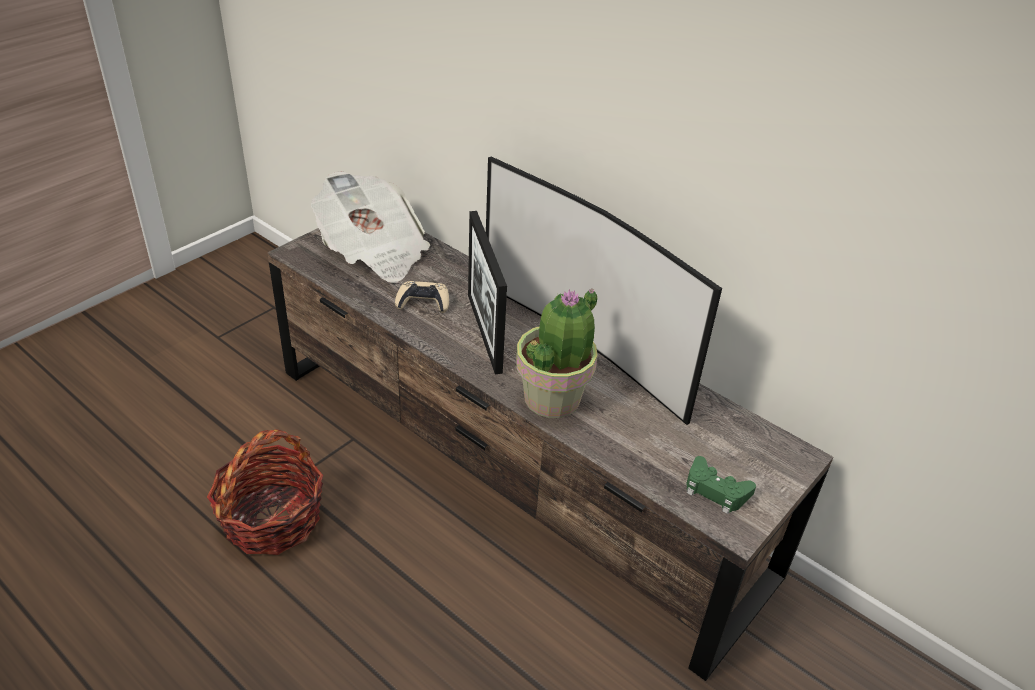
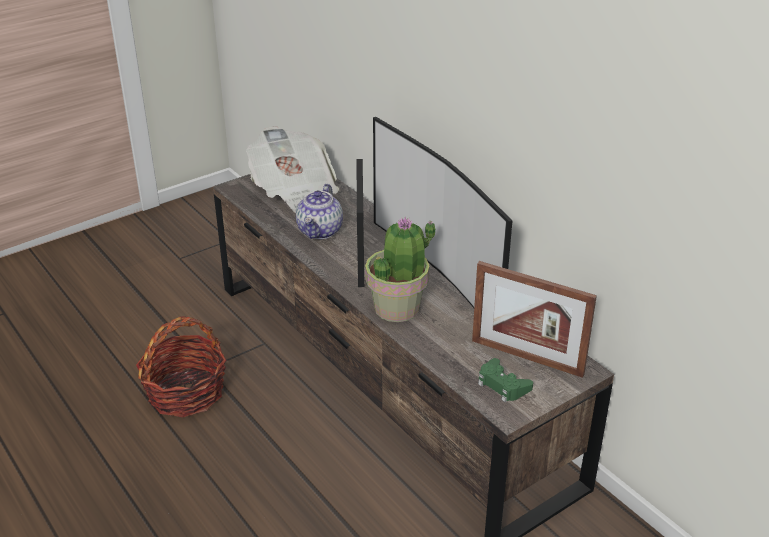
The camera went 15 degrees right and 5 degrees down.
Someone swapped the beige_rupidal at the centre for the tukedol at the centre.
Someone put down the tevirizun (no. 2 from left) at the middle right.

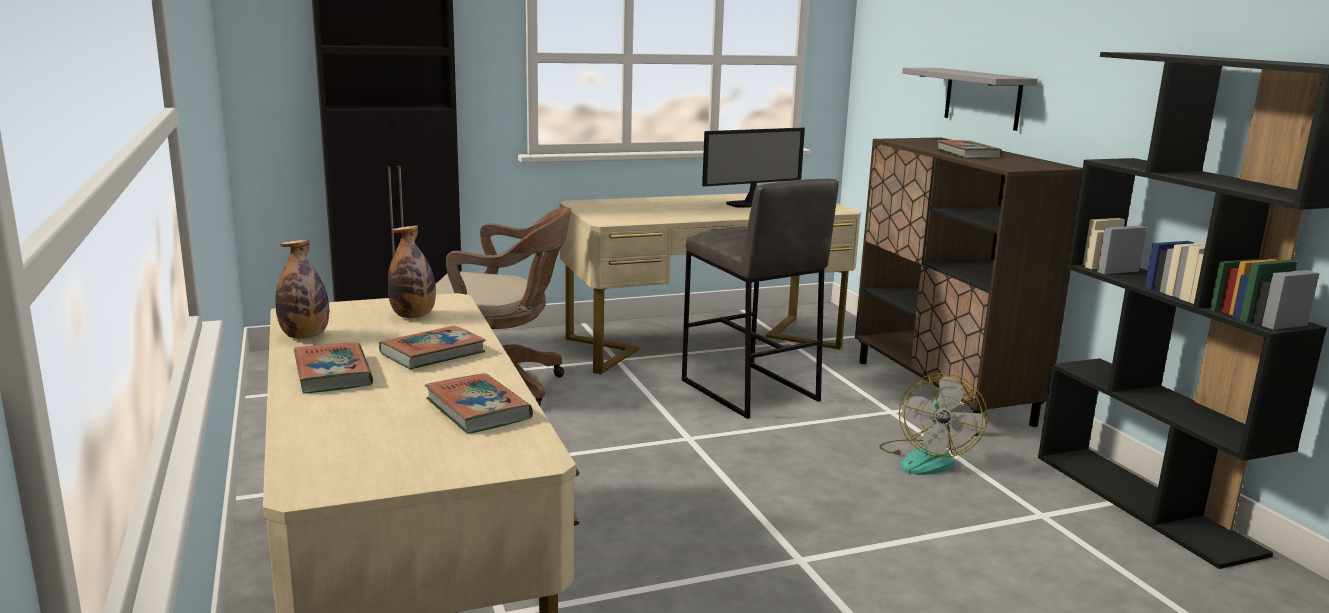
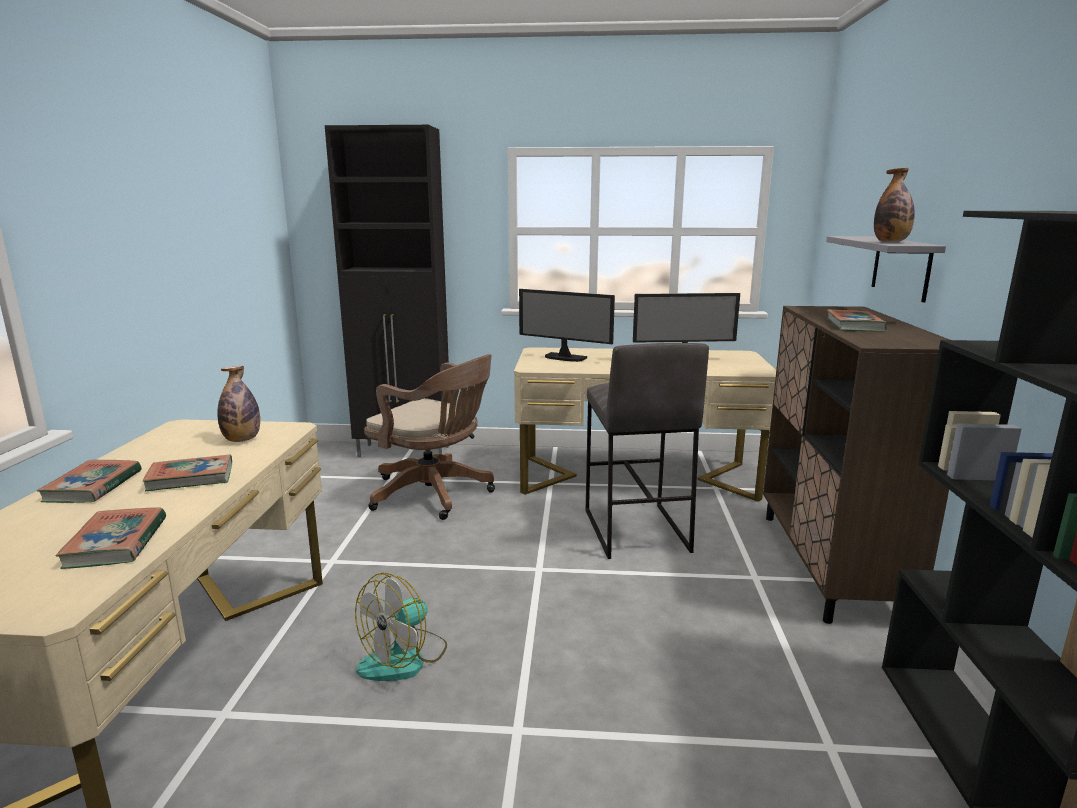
The camera went 25 degrees right and 0 degrees up.
Someone carried the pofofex (no. 1 from left in the first image) from the middle left to the top right.
Someone carried the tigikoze from the bottom right to the bottom centre.
Someone put down the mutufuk (no. 1 from left) at the centre.

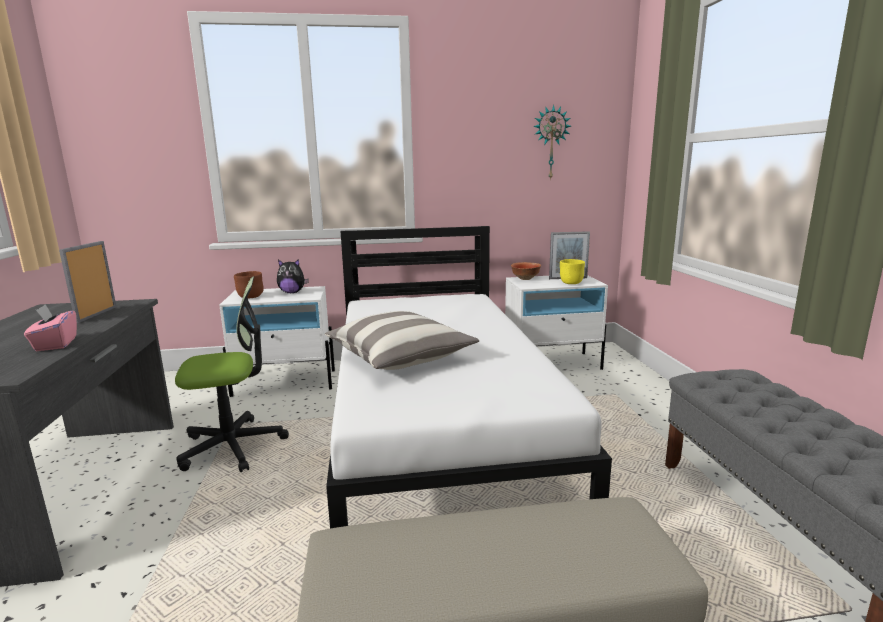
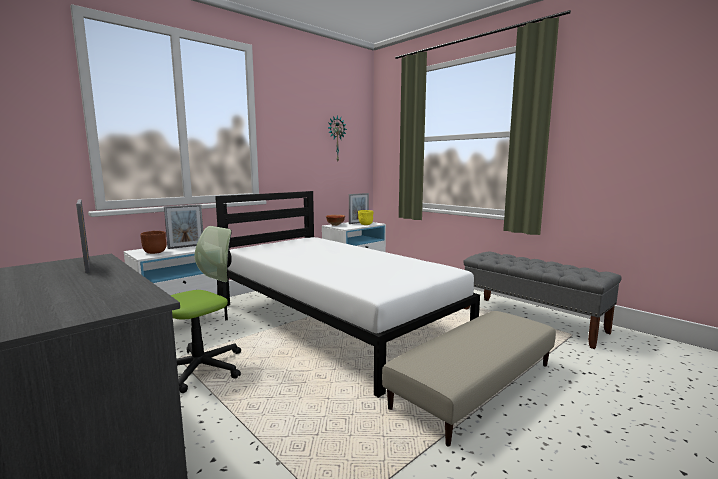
The camera went 35 degrees left and 5 degrees down.
Someone took away the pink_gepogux at the middle left.
Someone swapped the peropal at the middle left for the tevirizun (no. 2 from left) at the middle left.
Someone took away the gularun at the centre.

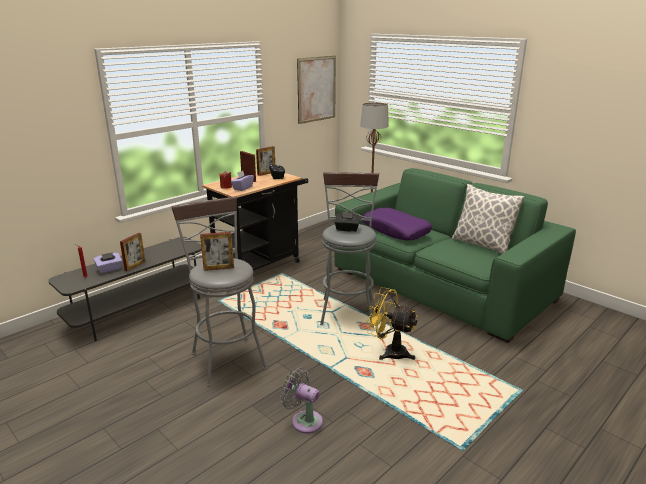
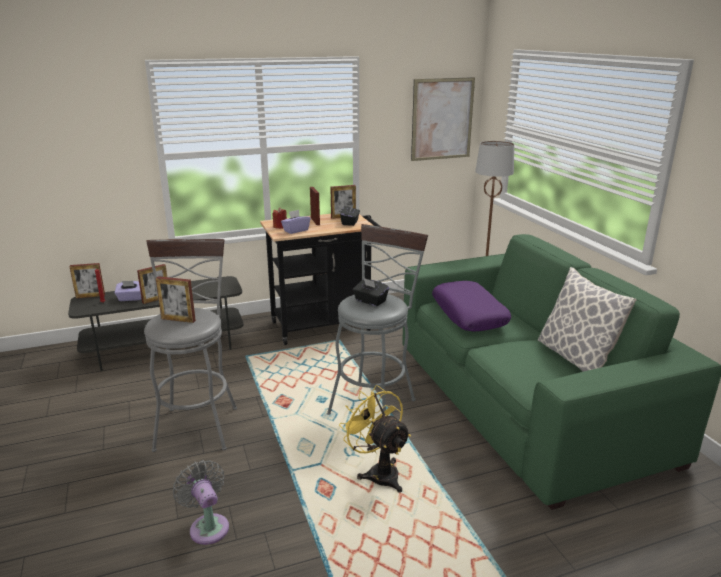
The camera went 25 degrees right and 0 degrees up.
Someone put down the tevirizun (no. 1 from left) at the middle left.

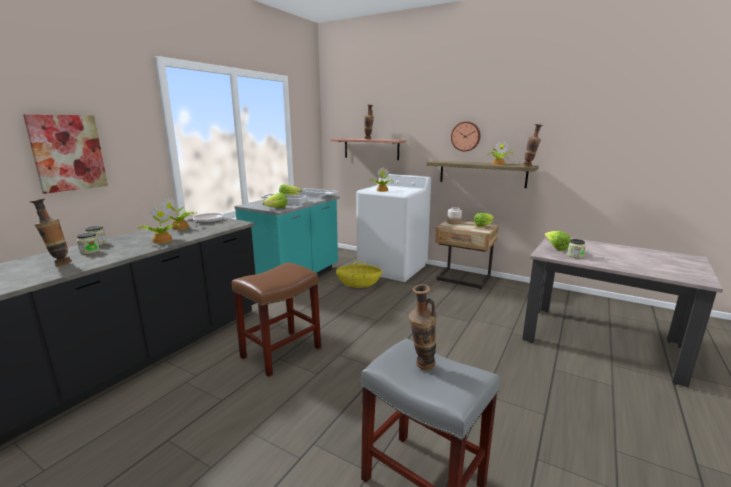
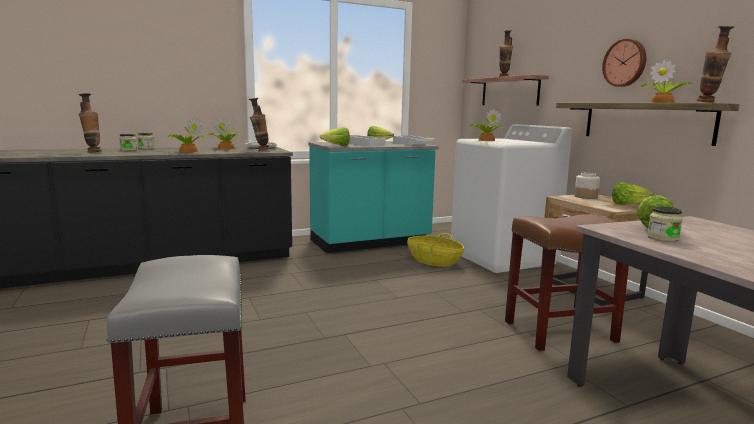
The camera went 35 degrees right and 5 degrees down.
Someone took away the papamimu at the top left.
Someone carried the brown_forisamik from the centre to the middle right.
Someone carried the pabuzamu (no. 3 from left in the first image) from the bottom centre to the top centre.

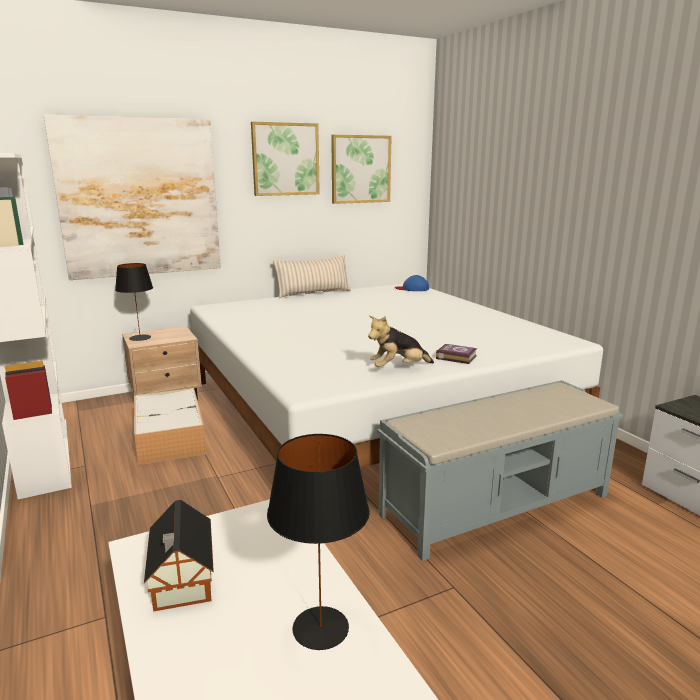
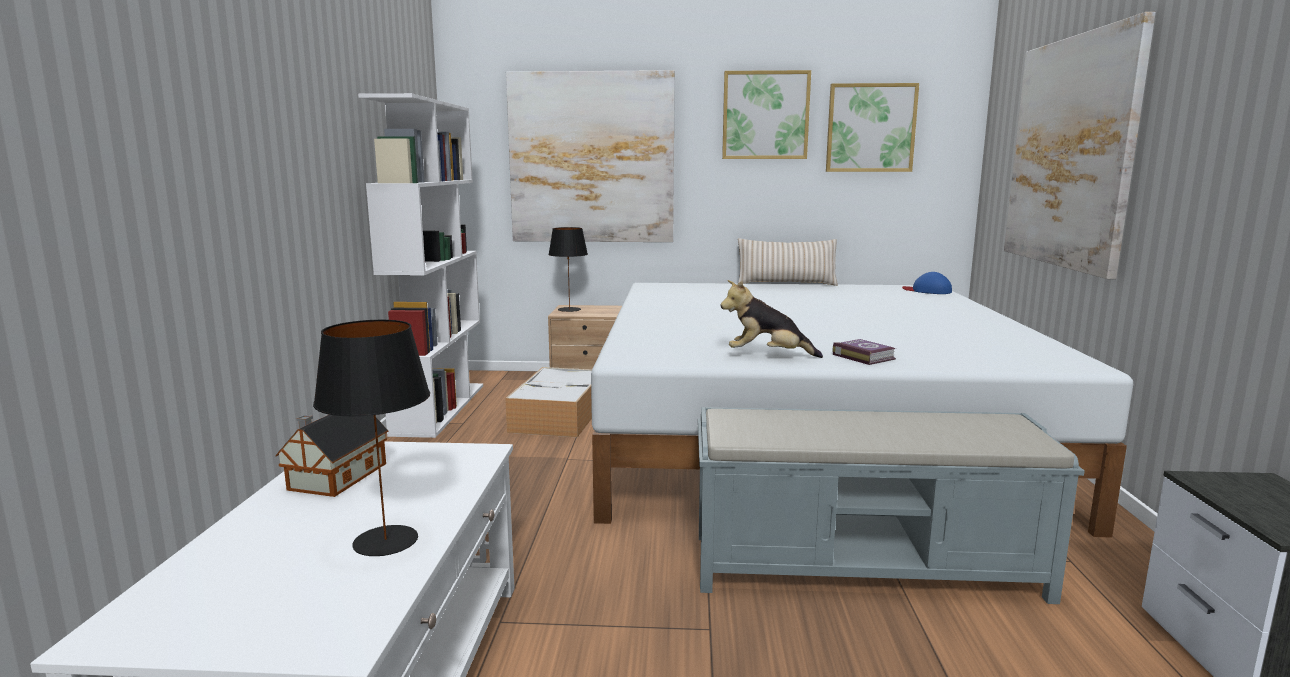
The camera went 30 degrees right and 5 degrees down.
Someone put up the papamimu (no. 4 from left) at the top right.

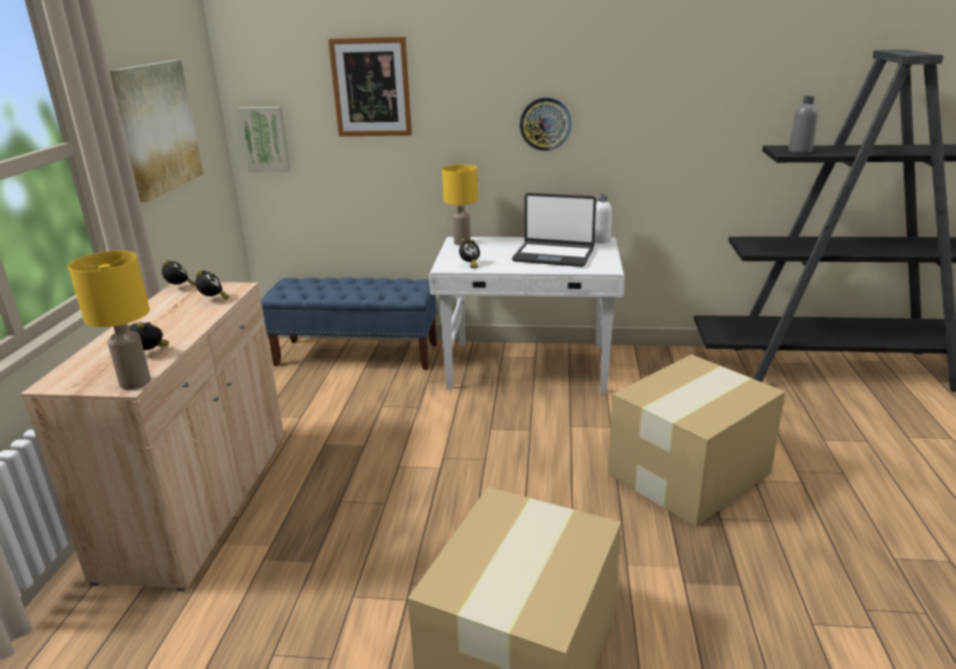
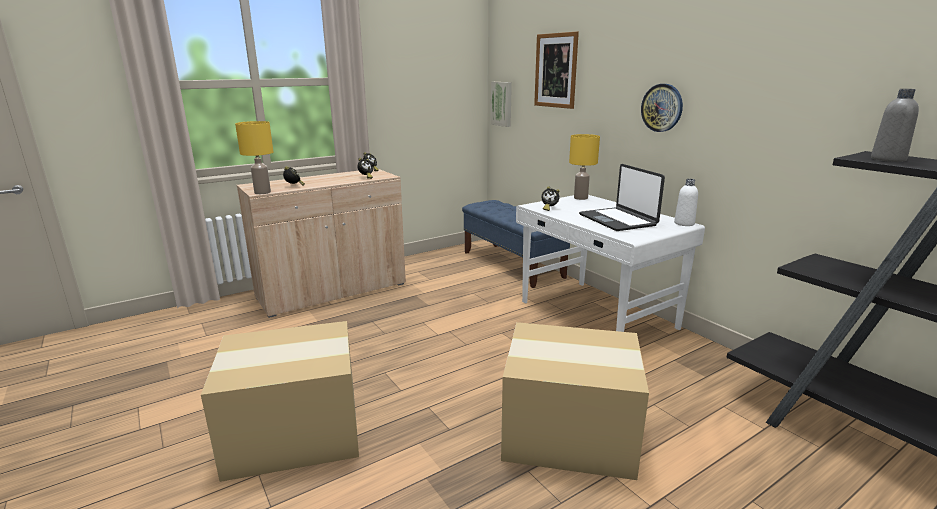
The camera went 50 degrees right and 5 degrees down.
Someone took away the papamimu (no. 1 from left) at the top left.

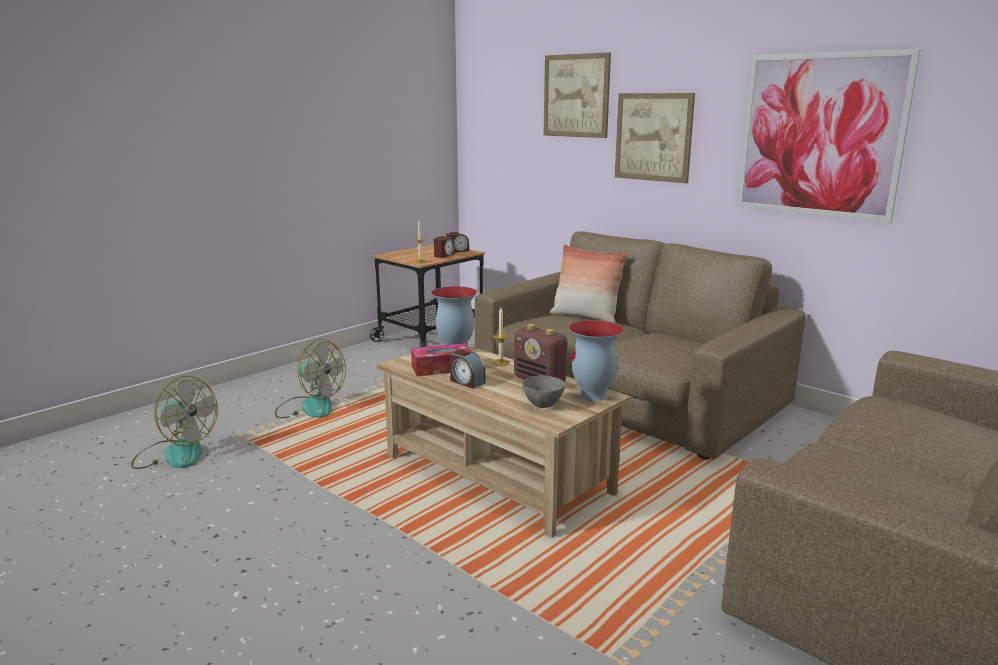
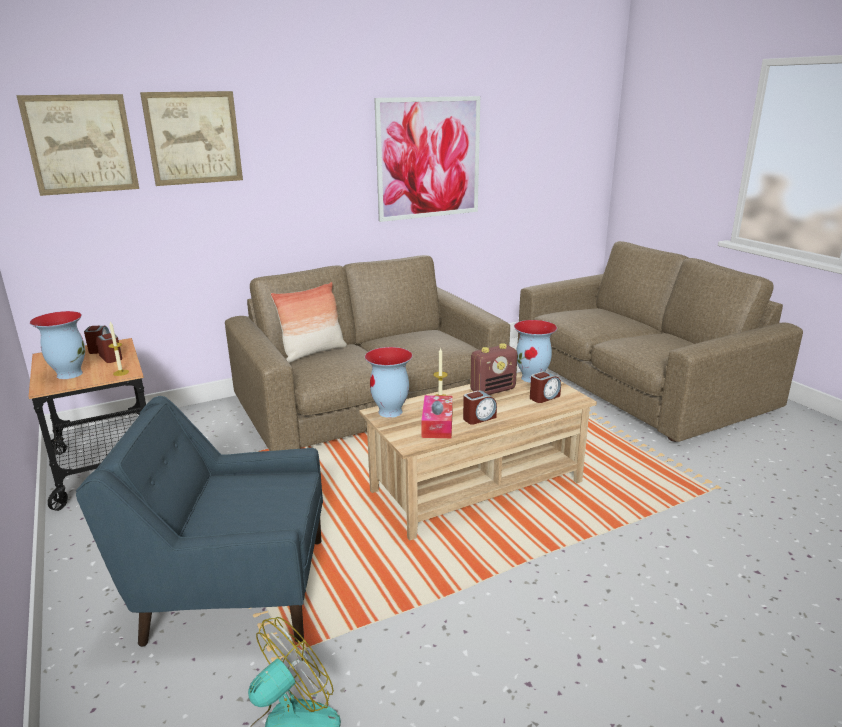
The camera went 70 degrees left and 5 degrees up.
Someone swapped the tigikoze (no. 2 from left) at the middle left for the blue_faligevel at the bottom left.
Someone swapped the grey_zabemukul at the centre for the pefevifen (no. 4 from left) at the centre.
Someone carried the papamimu (no. 2 from left in the first image) from the top centre to the top left.
Someone put down the pabuzamu (no. 1 from left) at the middle left.

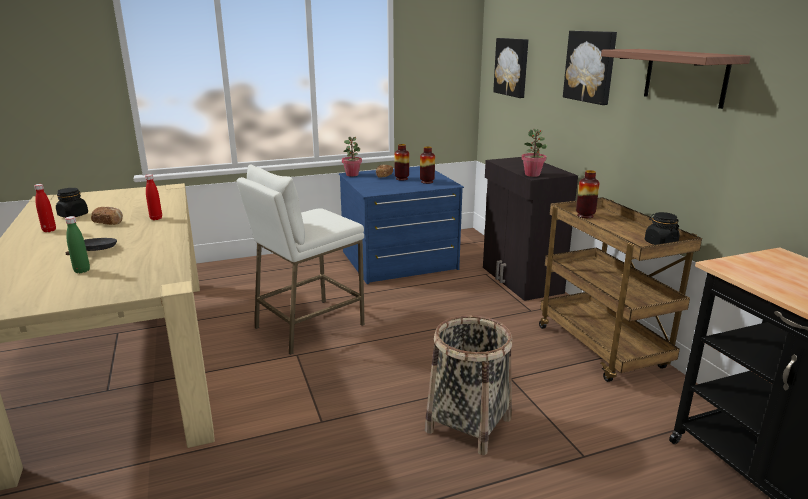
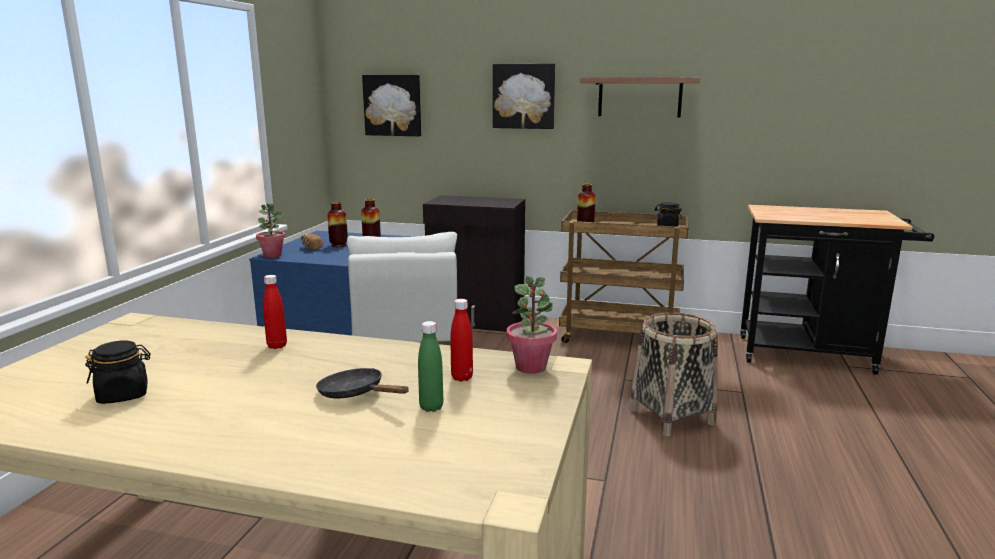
The camera went 55 degrees left and 5 degrees down.
Someone carried the red_pofofex (no. 1 from left in the first image) from the middle left to the centre.
Someone took away the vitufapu (no. 1 from left) at the middle left.
Someone carried the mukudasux (no. 2 from left) from the top centre to the centre.

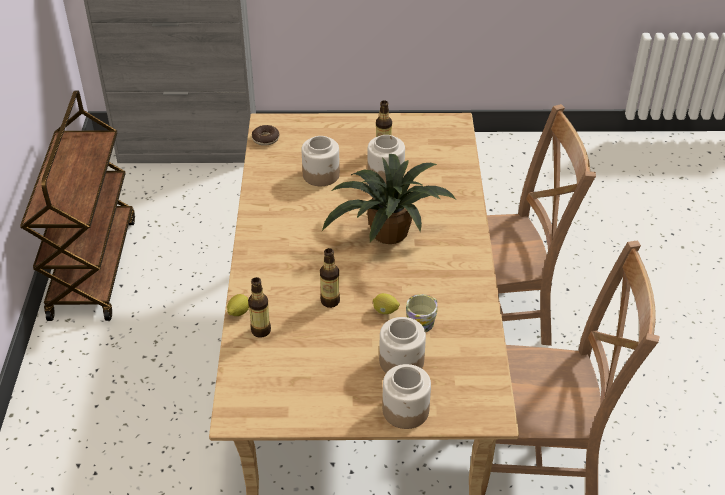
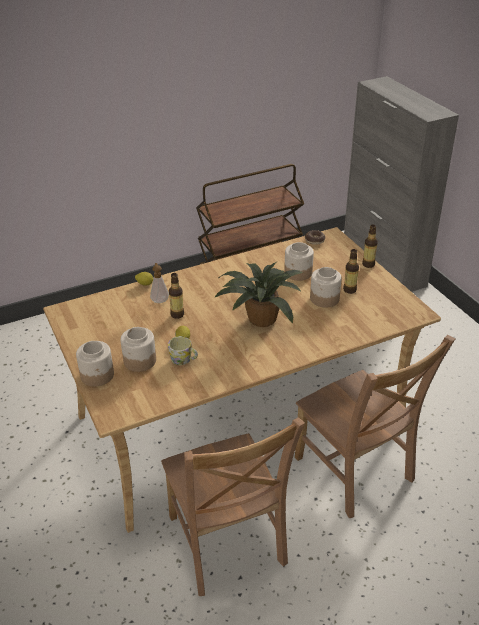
The camera went 65 degrees right and 5 degrees down.
Someone carried the pofofex (no. 1 from left in the first image) from the centre to the middle right.
Someone put down the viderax at the middle left.

